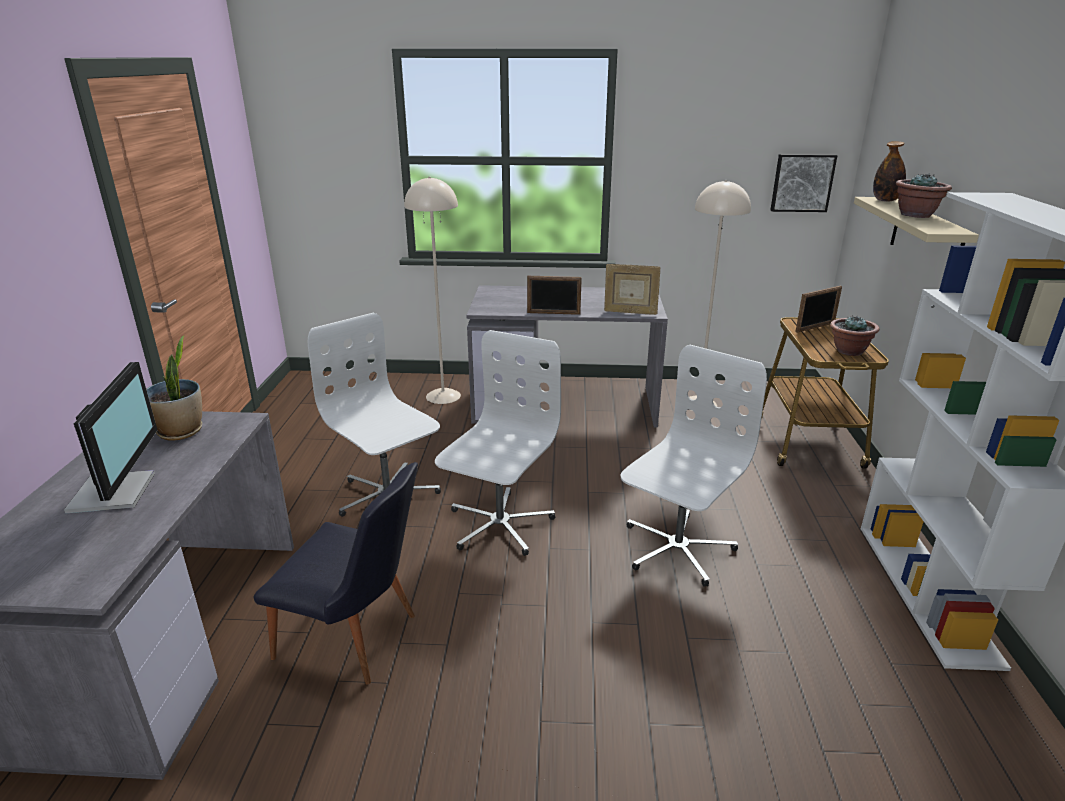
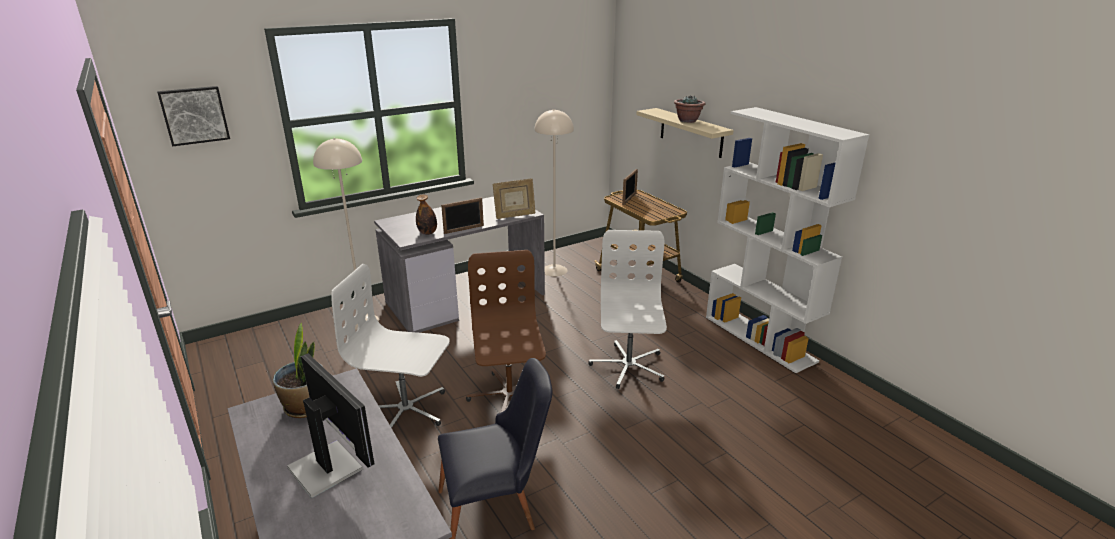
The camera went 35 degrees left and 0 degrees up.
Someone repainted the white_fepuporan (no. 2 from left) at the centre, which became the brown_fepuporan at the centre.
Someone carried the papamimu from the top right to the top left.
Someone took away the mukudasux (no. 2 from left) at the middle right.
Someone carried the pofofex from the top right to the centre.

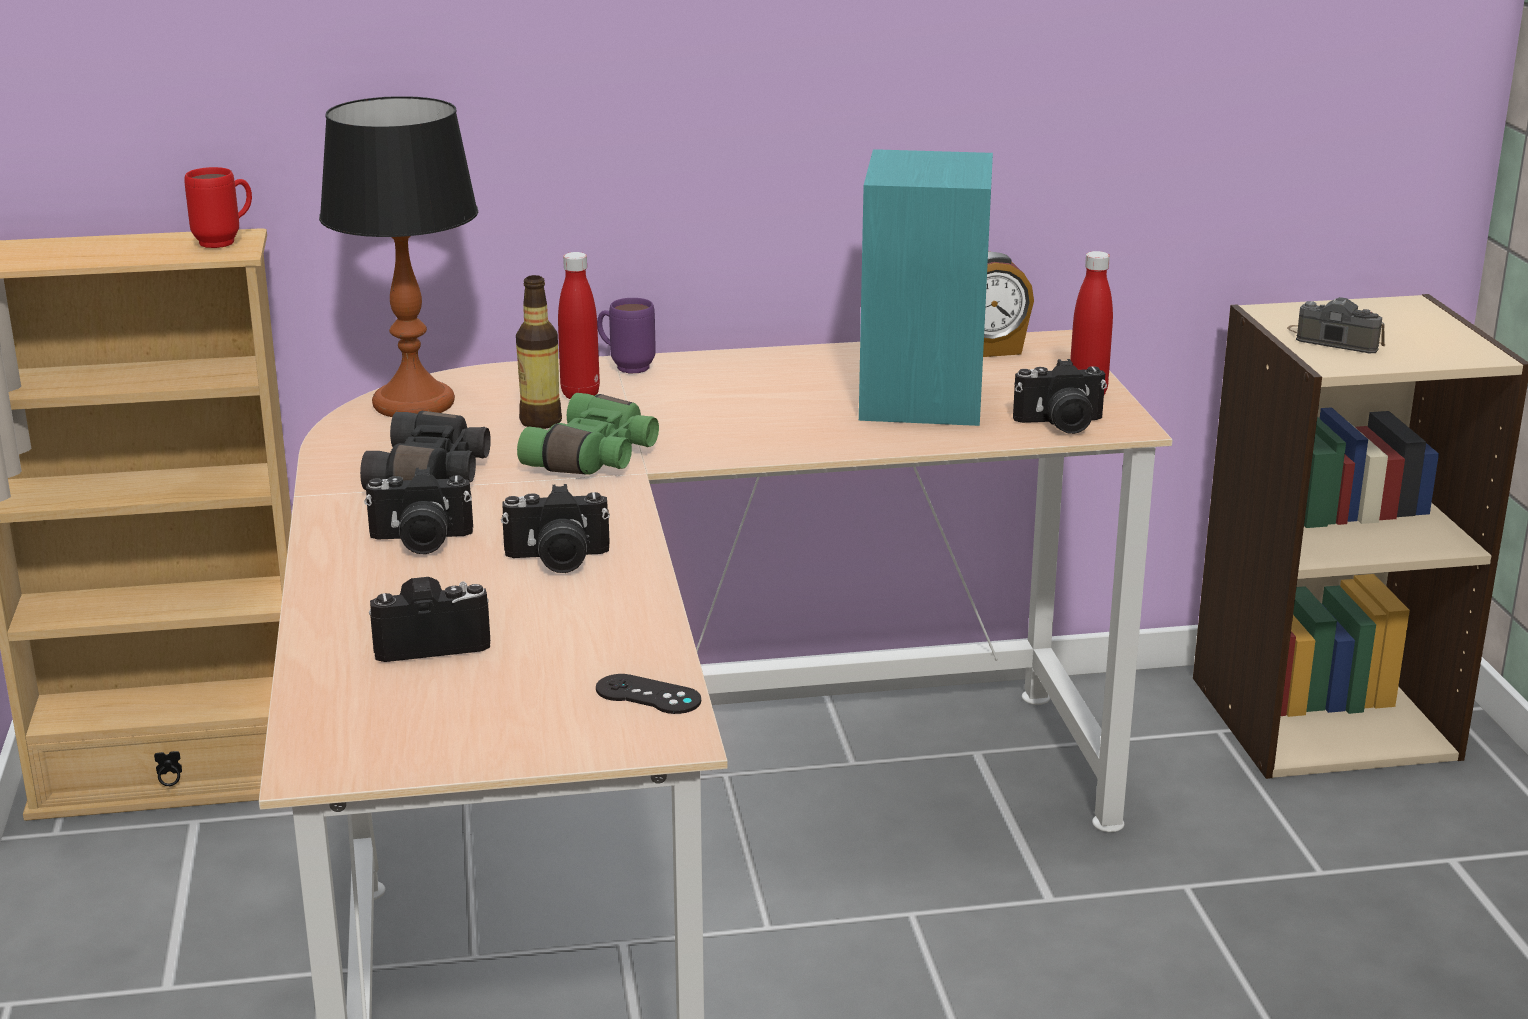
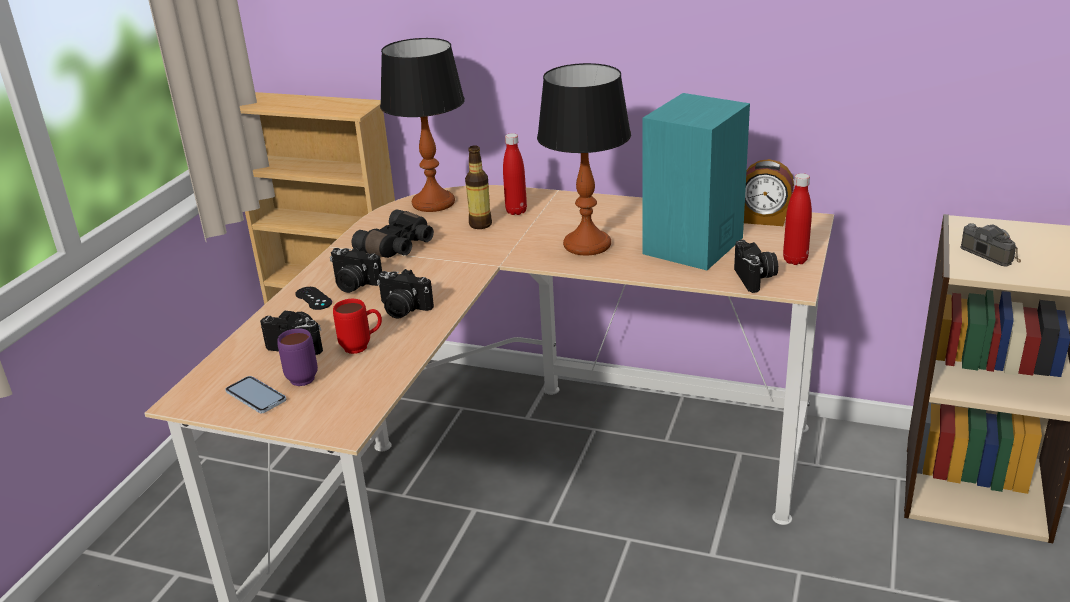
The camera went 30 degrees right and 5 degrees up.
Someone carried the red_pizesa from the top left to the centre.
Someone took away the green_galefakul at the centre.
Someone carried the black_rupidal from the bottom centre to the middle left.
Someone carried the purple_pizesa from the top centre to the middle left.
Someone rotated the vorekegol (no. 4 from left) at the middle right by 120 degrees counterclockwise.
Someone put down the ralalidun at the middle left.
Someone put down the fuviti (no. 2 from left) at the top centre.

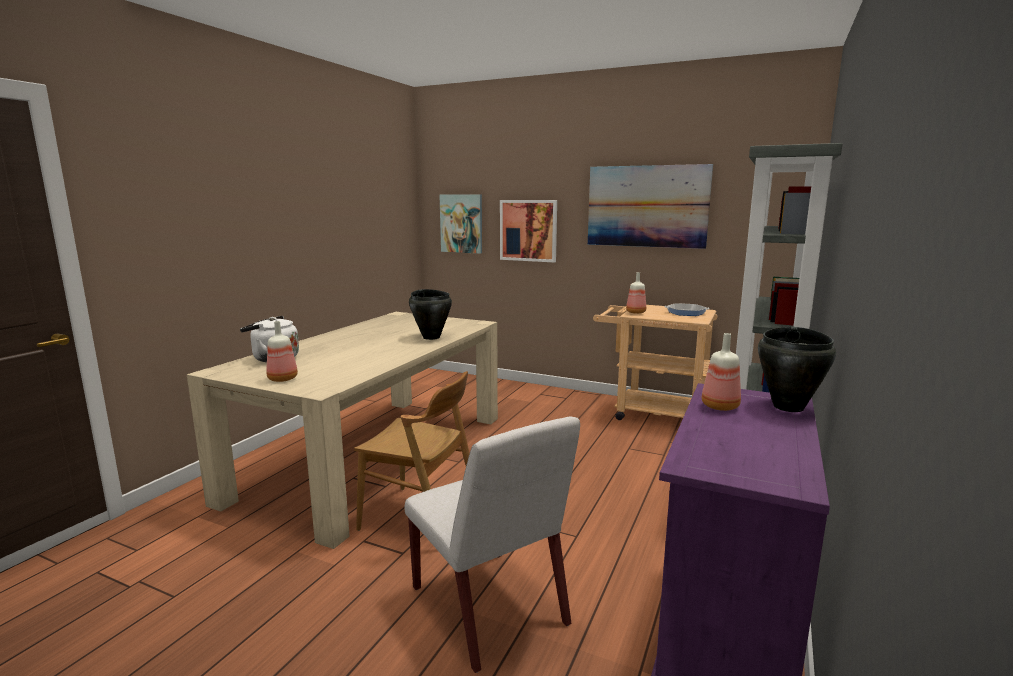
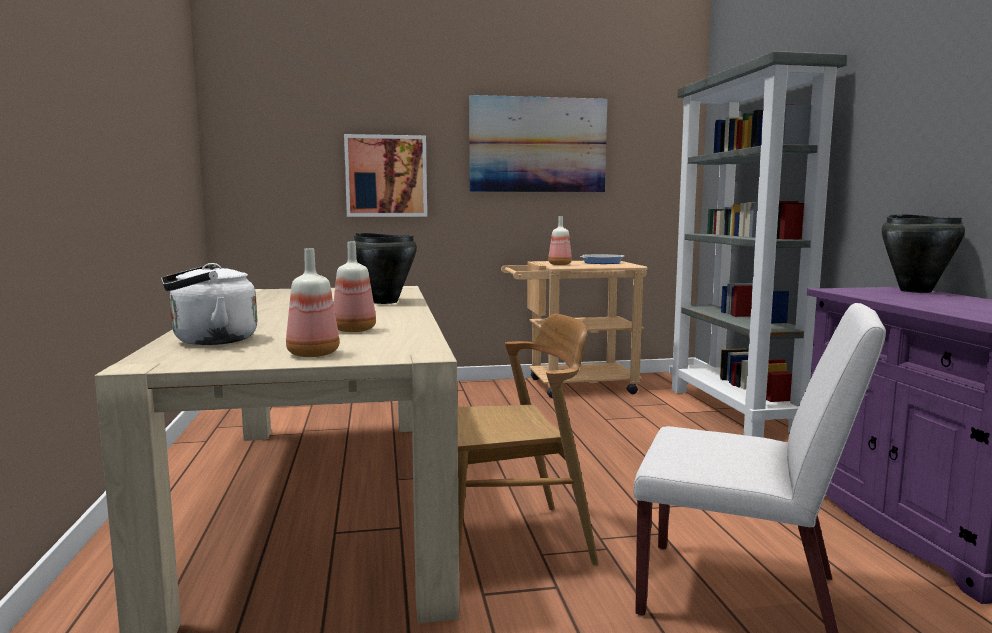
The camera went 35 degrees left and 5 degrees down.
Someone took away the papamimu (no. 1 from left) at the top centre.
Someone carried the pofofex (no. 3 from left in the first image) from the middle right to the centre.

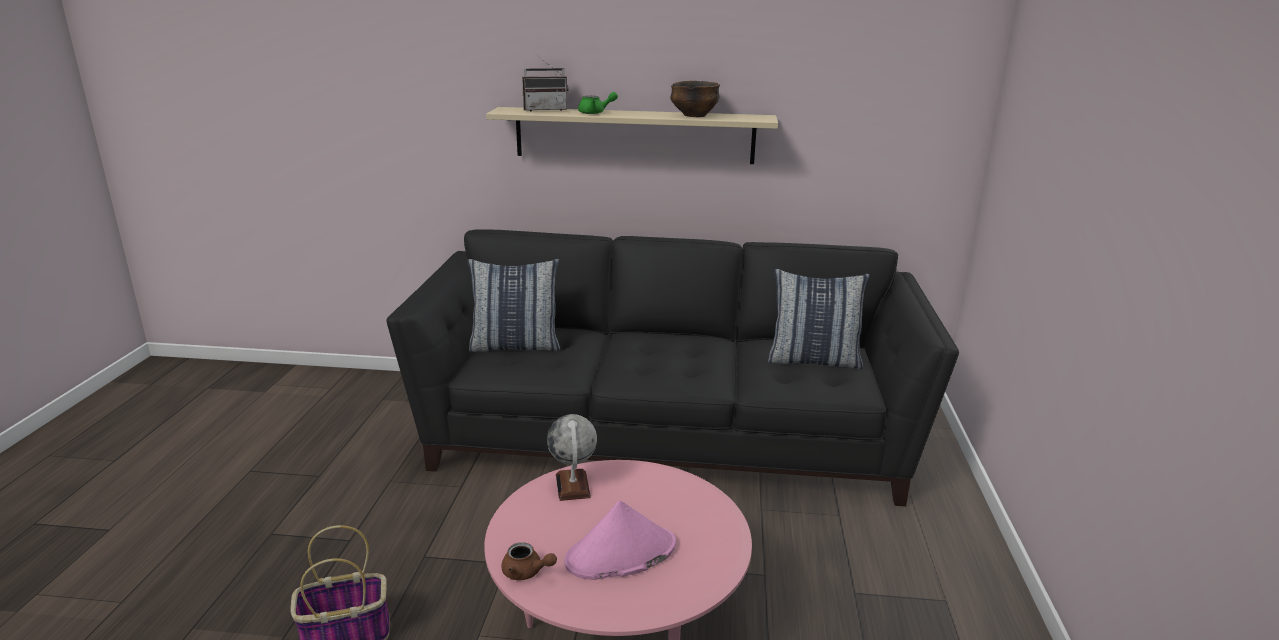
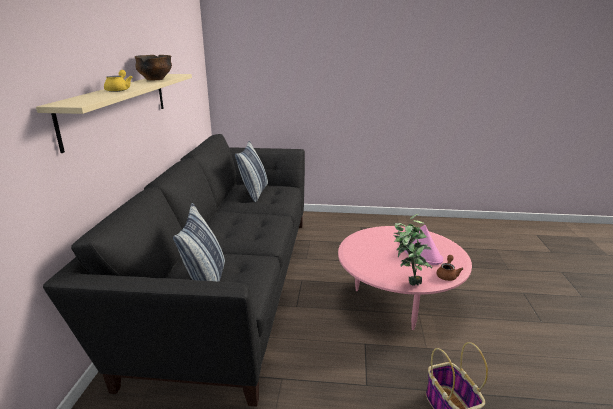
The camera went 90 degrees left and 0 degrees up.
Someone took away the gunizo at the top centre.
Someone took away the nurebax at the bottom centre.
Someone repainted the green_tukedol at the top centre, which became the yellow_tukedol at the top left.
Someone put down the mukudasux at the middle right.

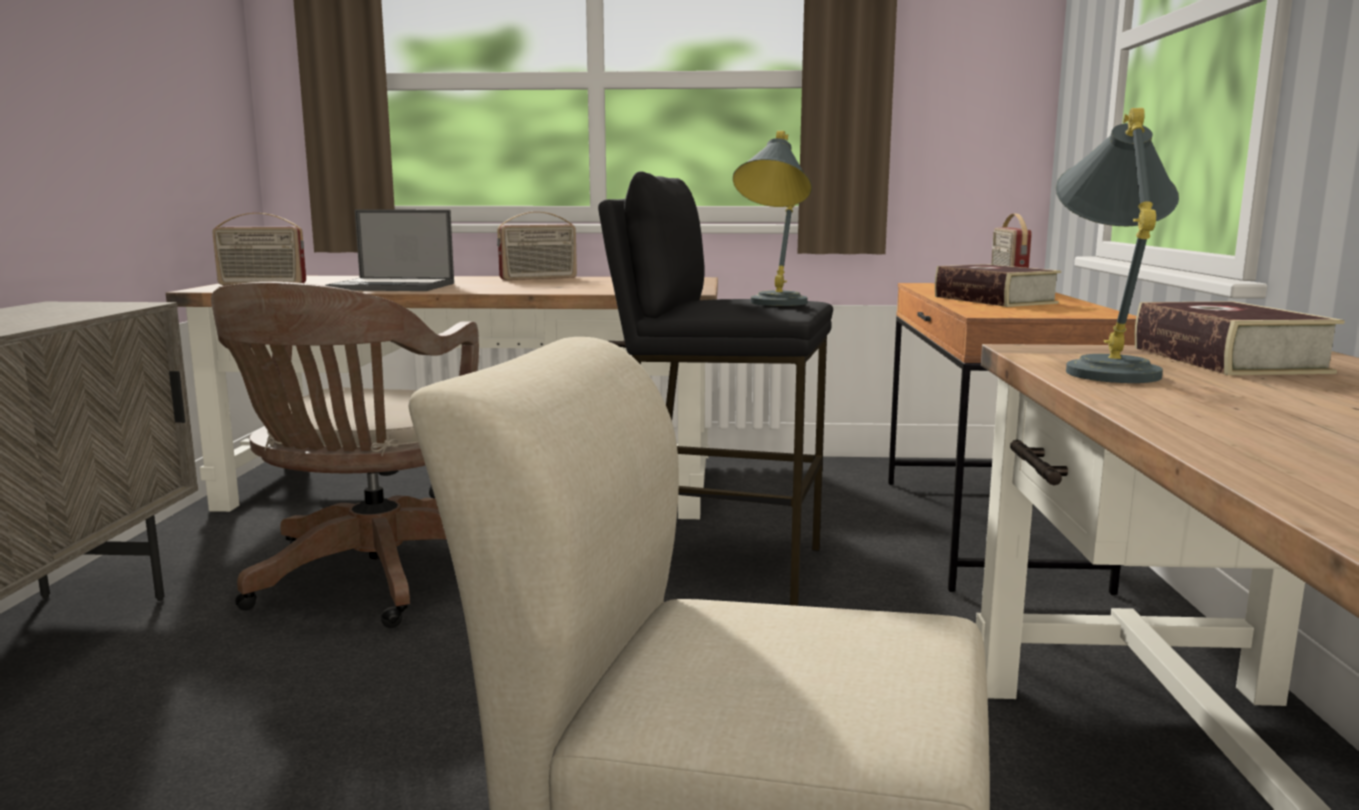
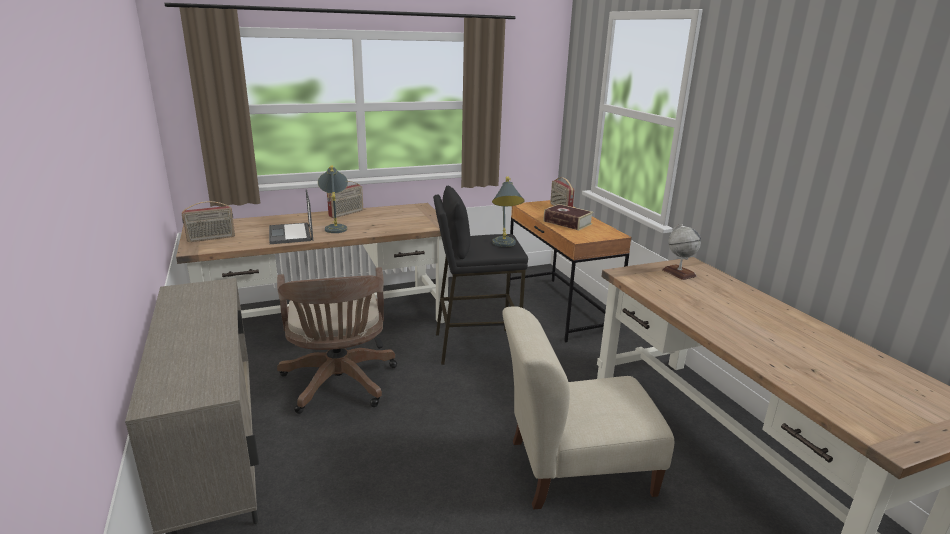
The camera went 25 degrees left and 10 degrees up.
Someone rotated the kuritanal at the top left by 90 degrees clockwise.
Someone carried the grey_fuviti (no. 2 from left in the first image) from the top right to the centre.
Someone swapped the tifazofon (no. 2 from left) at the middle right for the nurebax at the middle right.

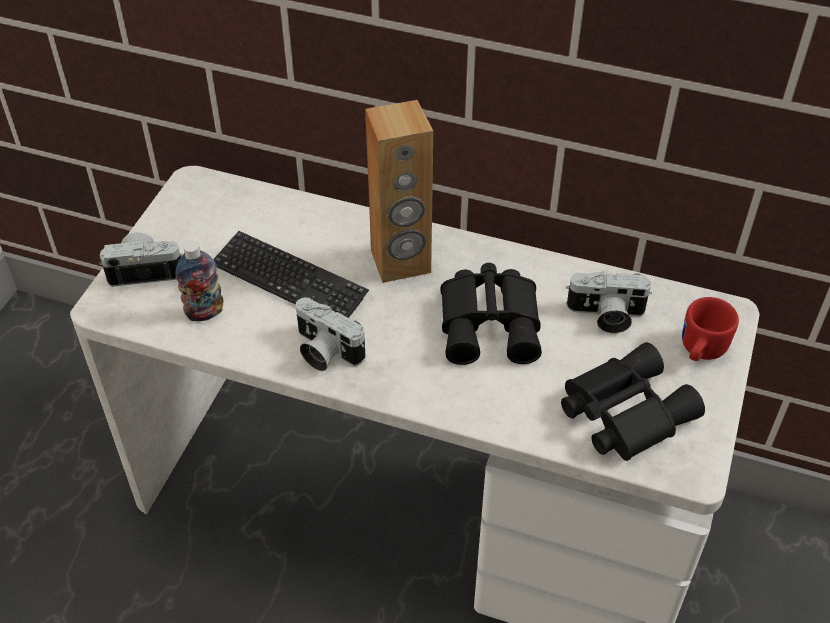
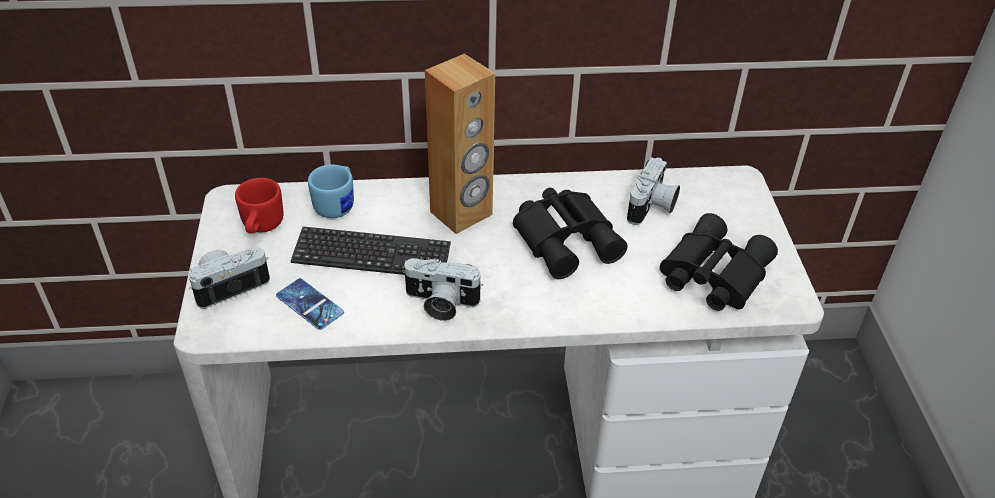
The camera went 25 degrees left and 5 degrees down.
Someone swapped the pofofex at the middle left for the ralalidun at the middle left.
Someone rotated the vorekegol (no. 3 from left) at the middle right by 45 degrees counterclockwise.
Someone carried the red_pizesa from the middle right to the middle left.
Someone put down the blue_pizesa at the middle left.

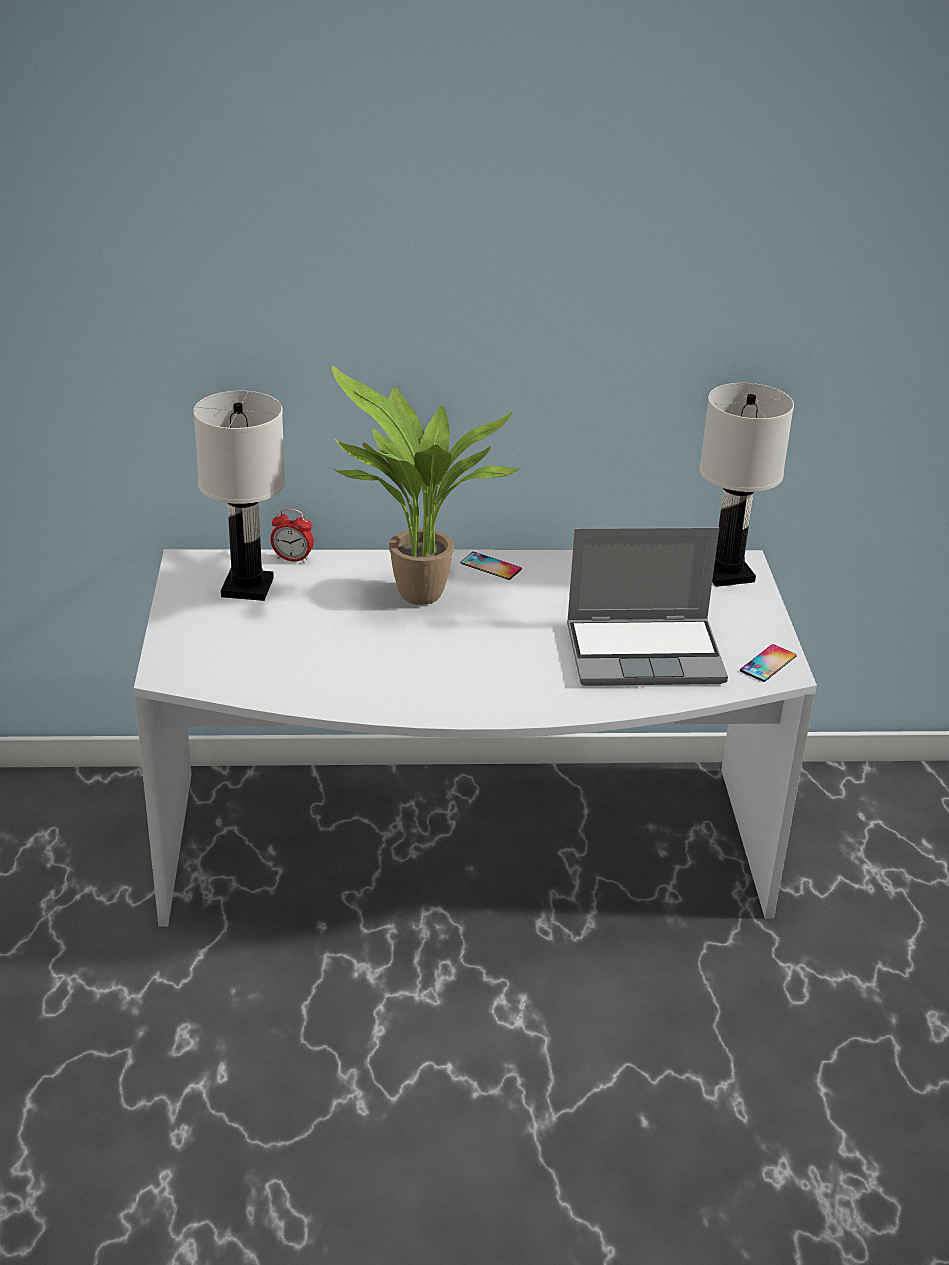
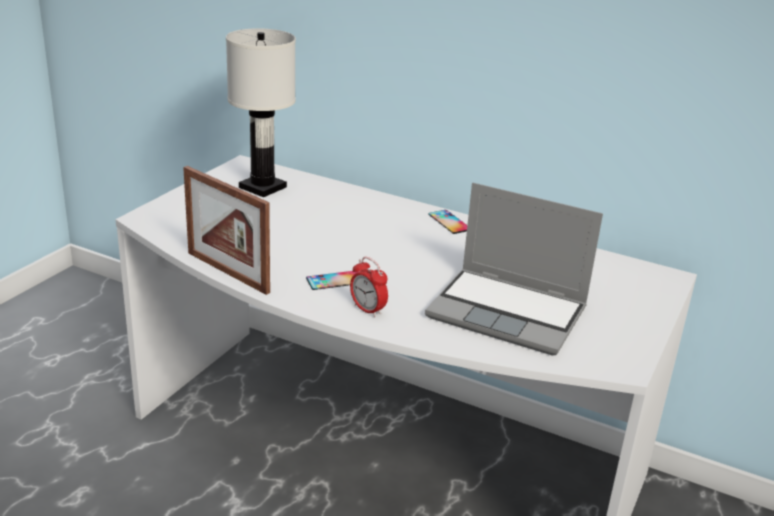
The camera went 30 degrees right and 5 degrees down.
Someone carried the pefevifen from the middle left to the centre.
Someone took away the mukudasux at the centre.
Someone took away the white_fuviti (no. 2 from left) at the middle right.
Someone carried the ralalidun (no. 2 from left in the first image) from the middle right to the centre.
Someone put down the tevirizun at the middle left.

